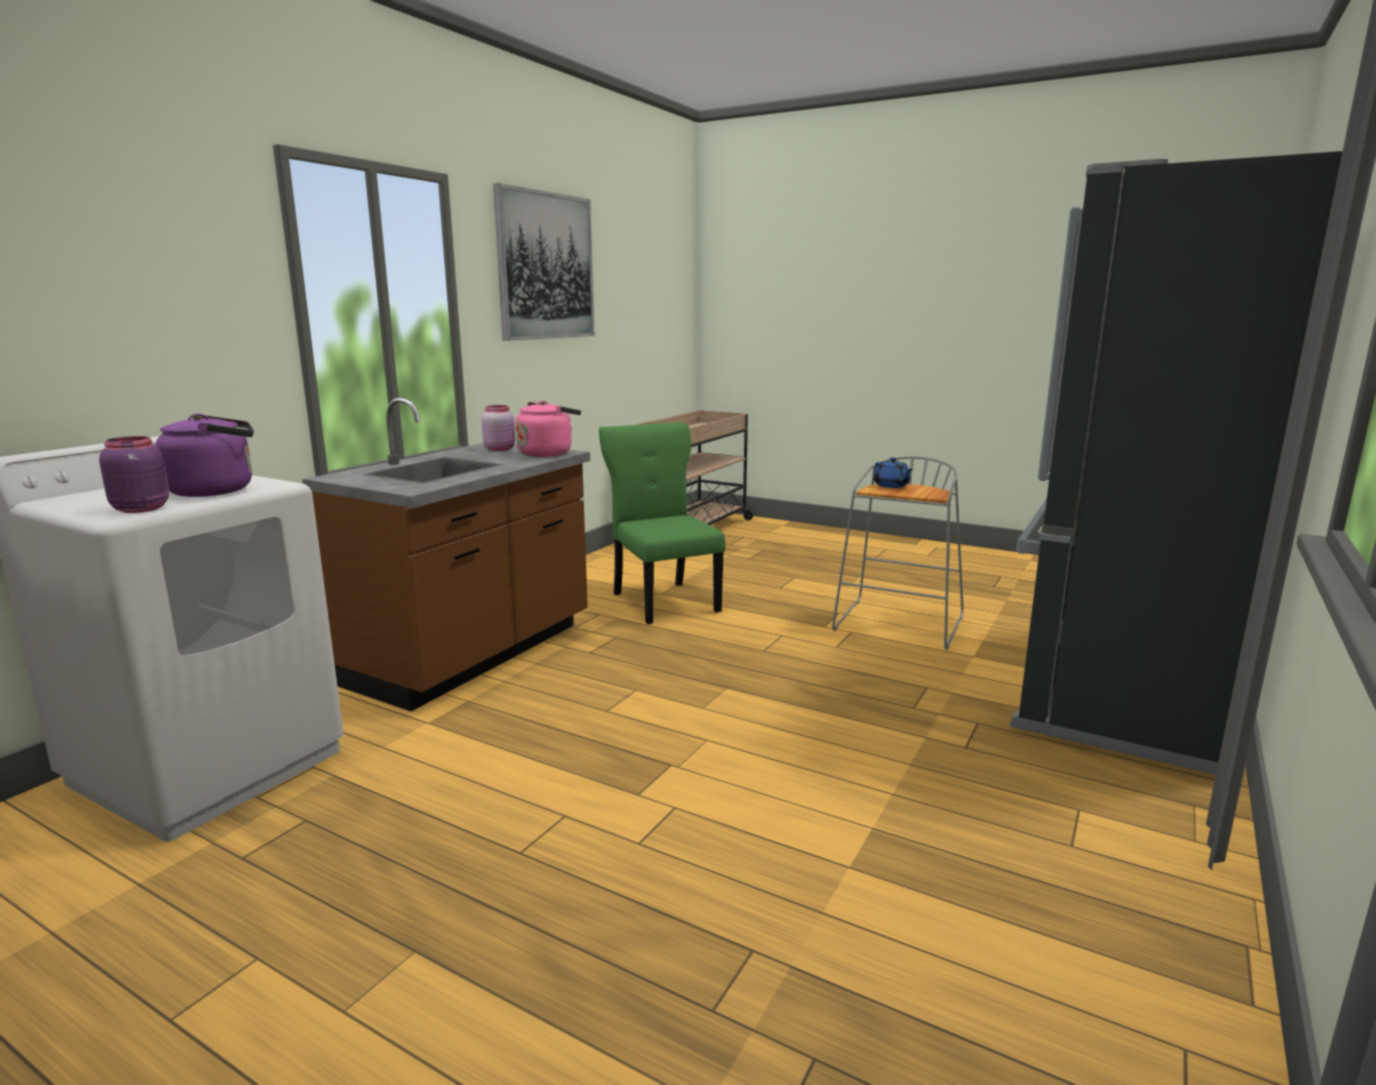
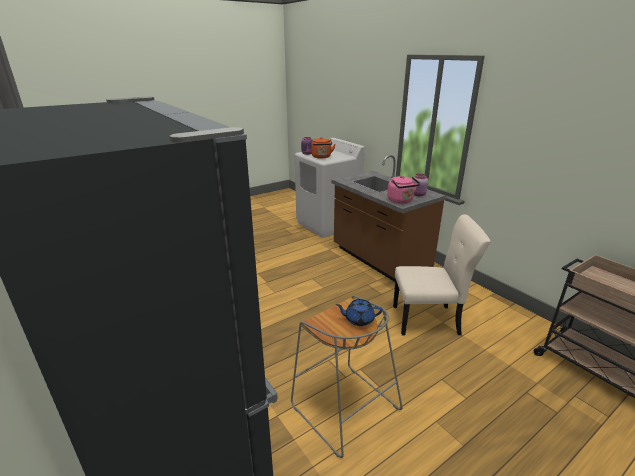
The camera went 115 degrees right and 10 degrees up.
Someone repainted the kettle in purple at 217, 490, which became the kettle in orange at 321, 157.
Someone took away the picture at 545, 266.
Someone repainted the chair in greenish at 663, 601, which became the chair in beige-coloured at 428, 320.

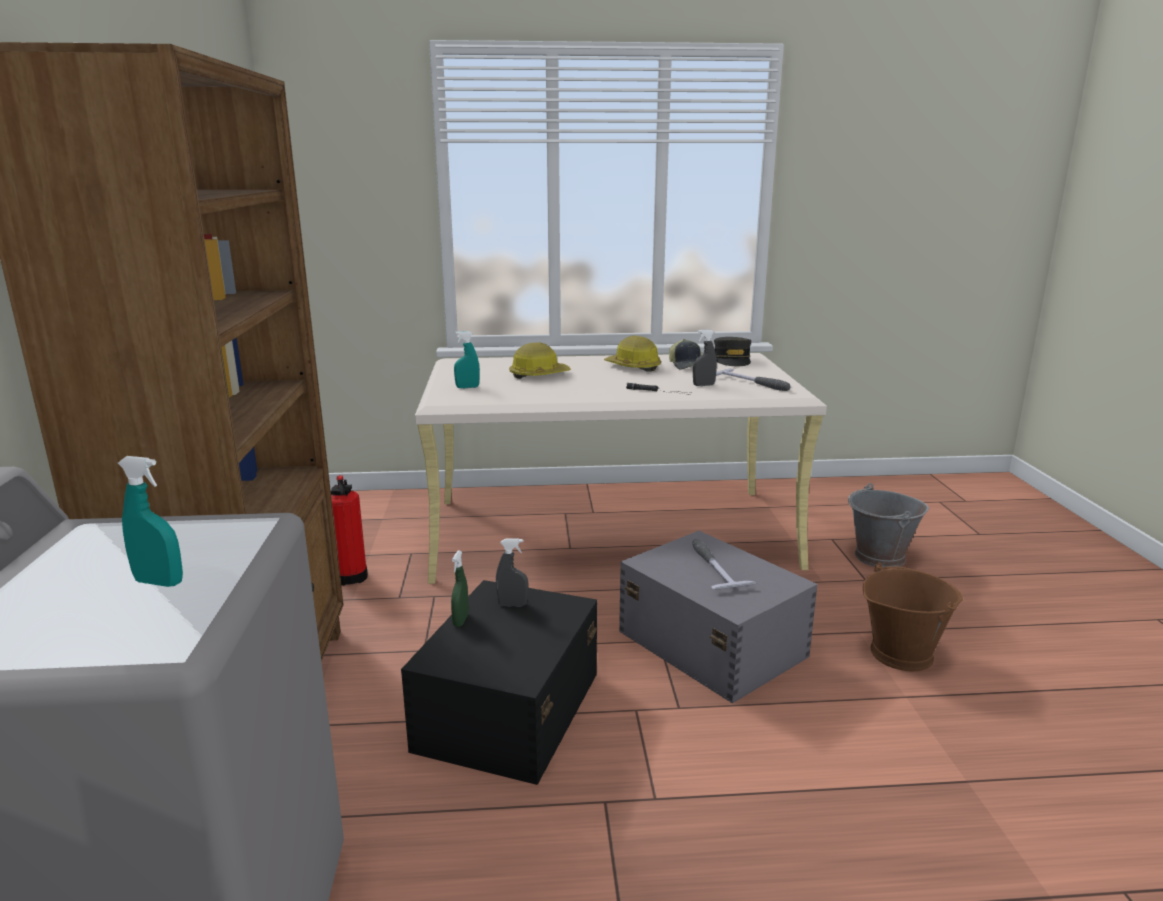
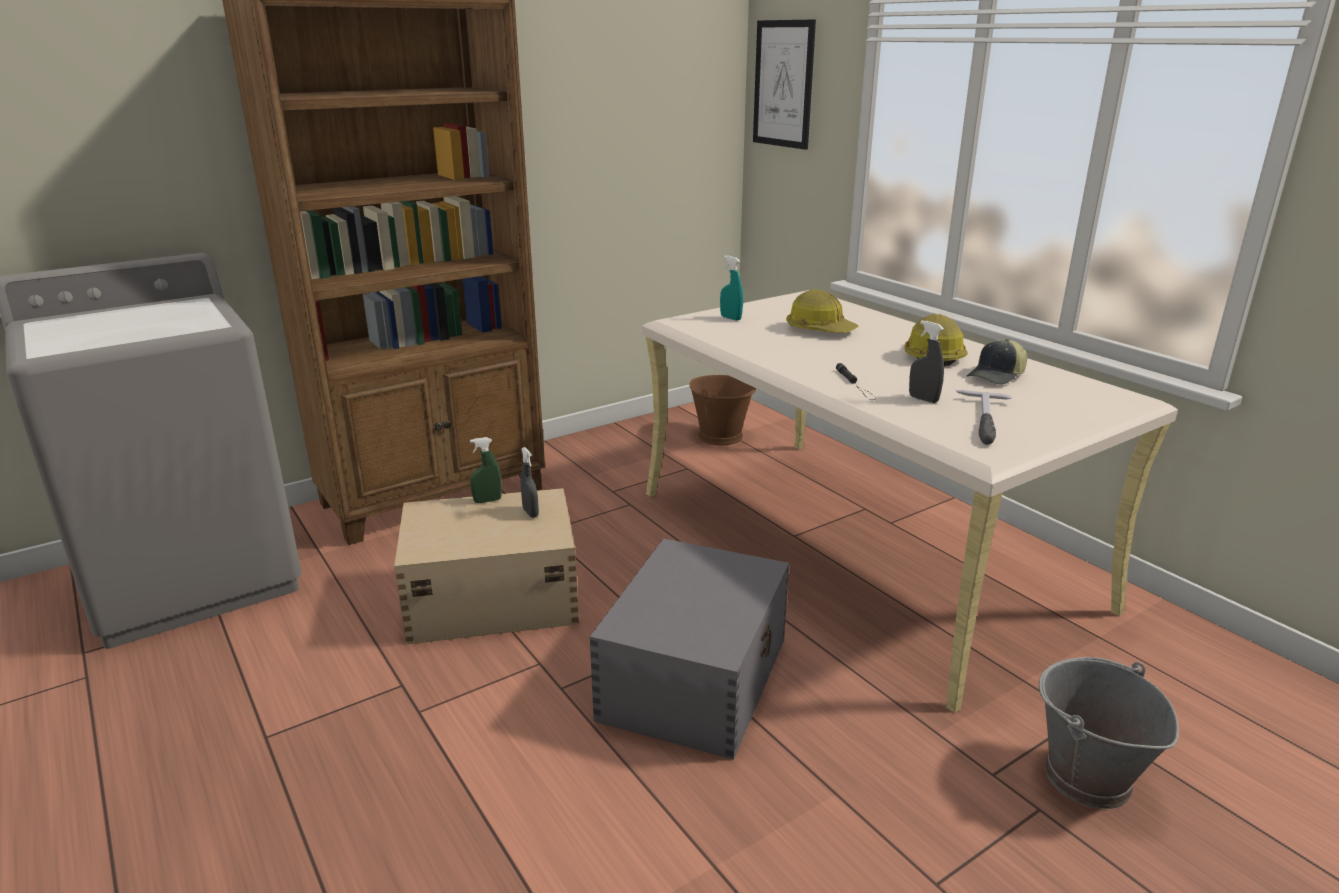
The camera went 60 degrees right and 5 degrees up.
Someone took away the sprayer in blue-green at 159, 582.
Someone took away the fire extinguisher at 351, 575.
Someone repainted the storage container in black at 507, 711, which became the storage container in beige-coloured at 490, 597.
Someone took away the hammer at 714, 567.
Someone took away the cap in greyish at 732, 360.
Someone carried the pail in brownish from 901, 653 to 721, 436.
Someone put up the picture at 783, 84.

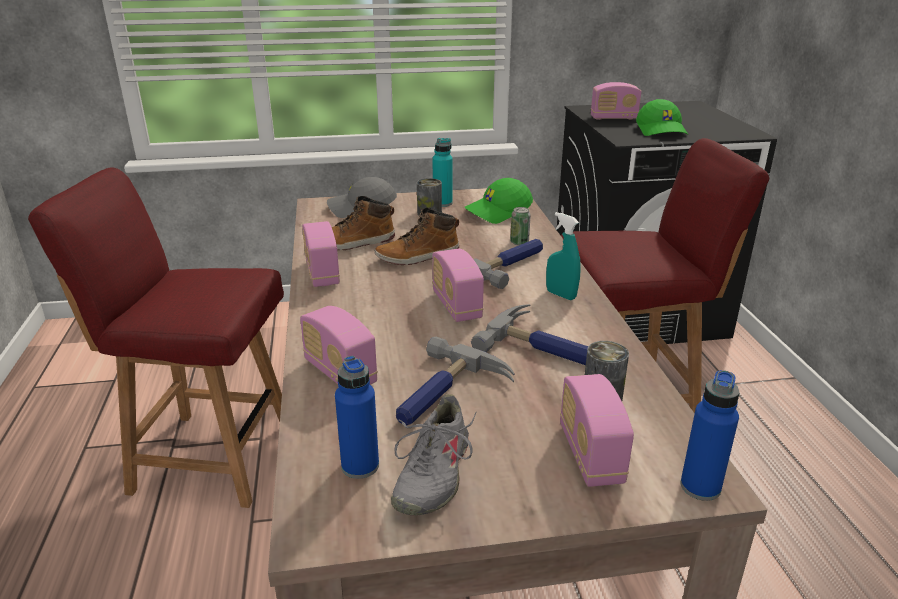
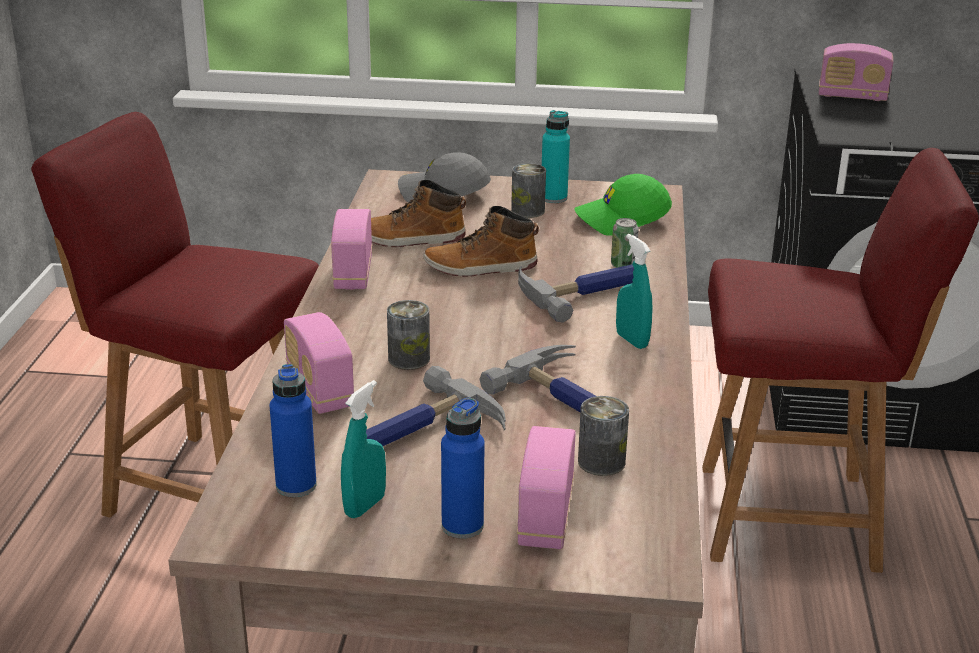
The camera went 15 degrees right and 0 degrees up.
Someone swapped the low shoe in greyish at 432, 474 for the sprayer in blue-green at 365, 506.
Someone took away the radio receiver at 456, 306.
Someone took away the cap in greenish at 662, 130.
Someone carried the drink bottle in blue-coloured from 700, 487 to 462, 526.
Someone put down the can at 409, 359.

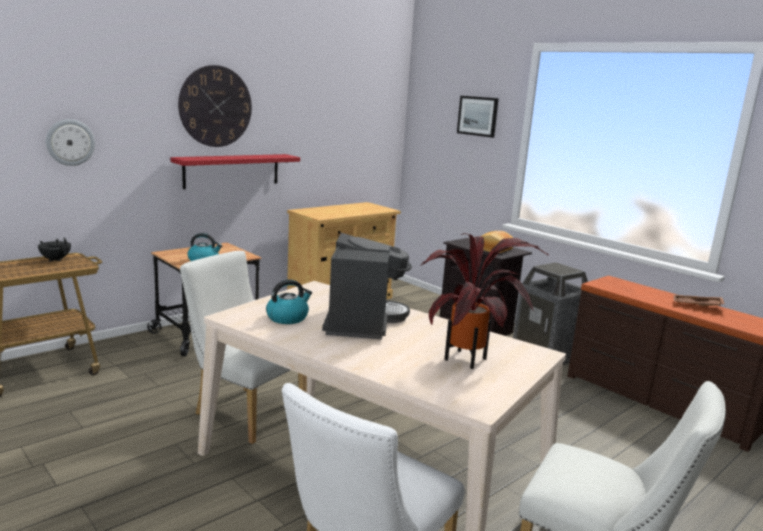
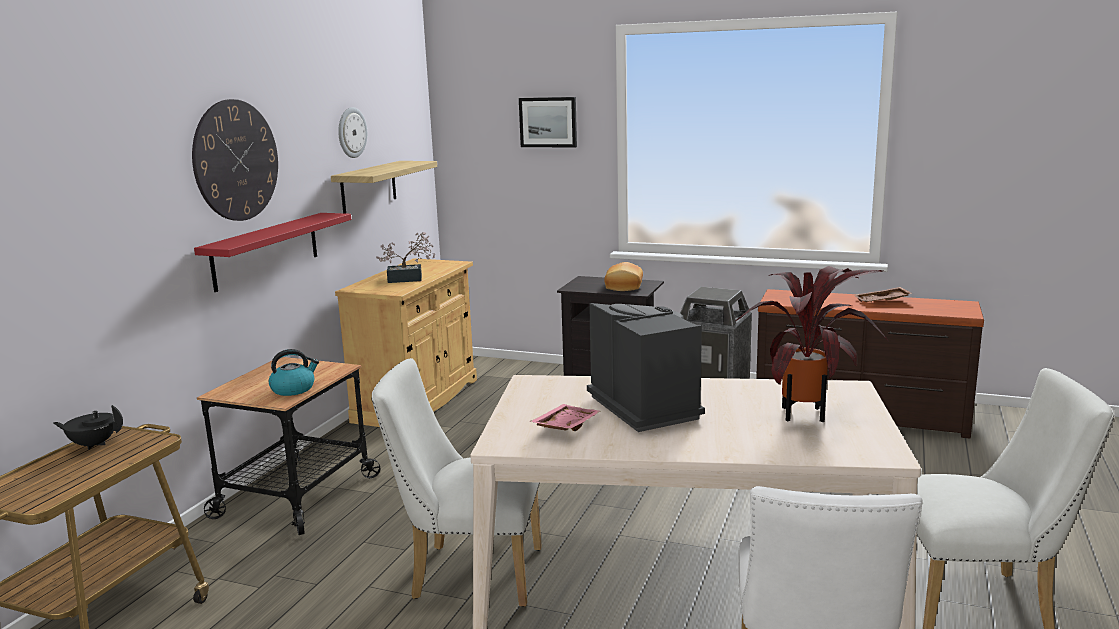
The camera went 25 degrees left and 0 degrees up.
Someone carried the clock on the wall from 70, 142 to 351, 132.
Someone swapped the kettle at 288, 318 for the serving tray in pink-coloured at 565, 426.
Someone put up the bracket shelf at 368, 186.
Someone put down the houseplant at 409, 279.

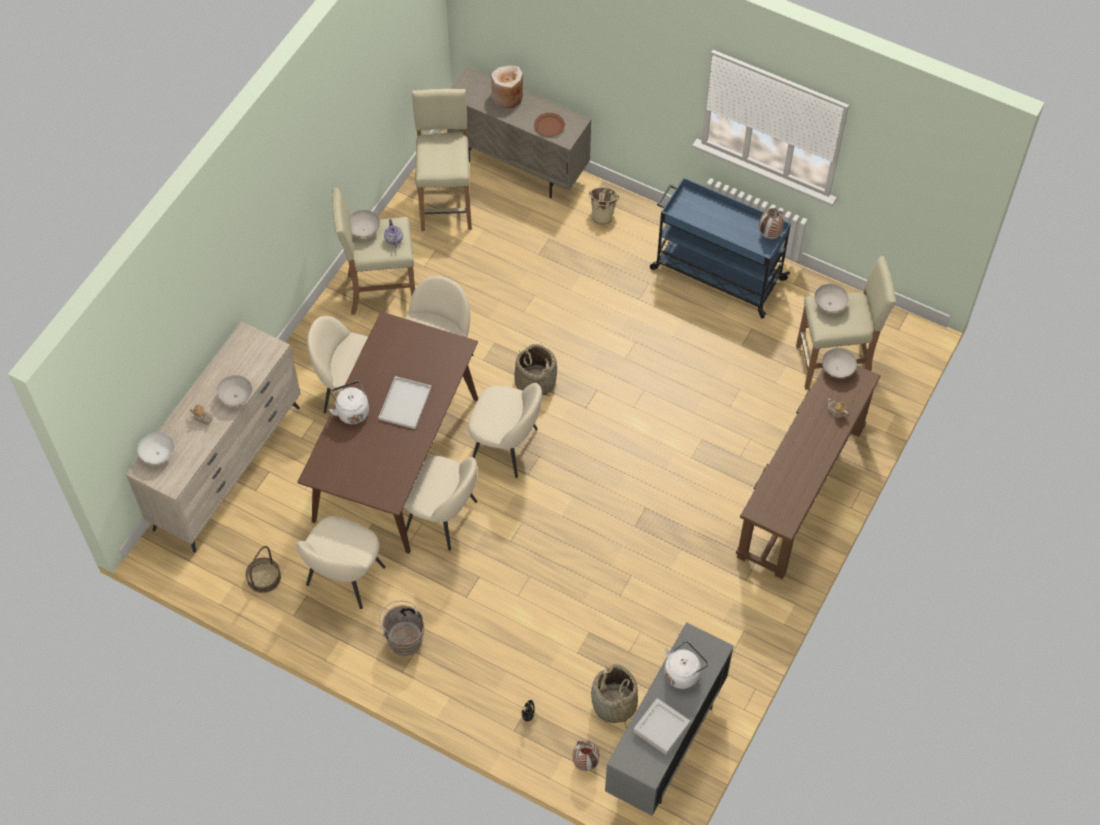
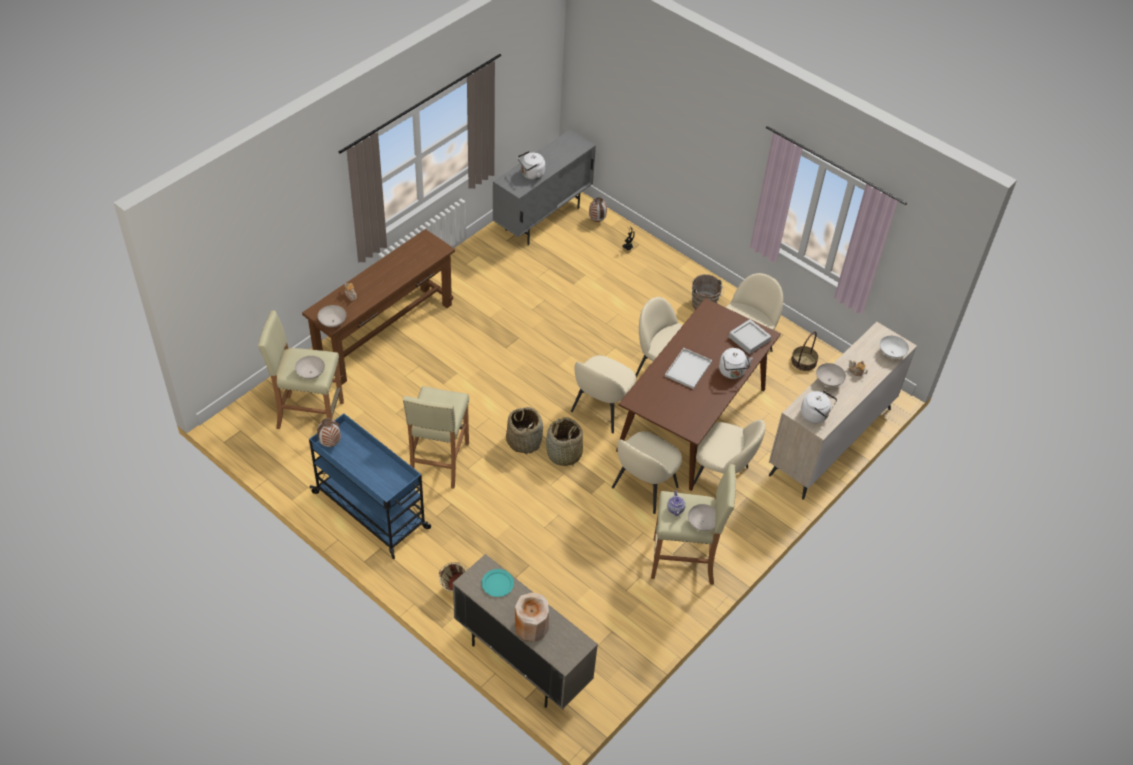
The camera went 170 degrees left and 10 degrees down.
Someone carried the sitting stool in beige-coloured from 446, 203 to 439, 462.
Someone rotated the chair in beige-coloured at 506, 446 by 90 degrees counterclockwise.
Someone repainted the plate in brownish at 549, 126, which became the plate in blue-green at 497, 584.
Someone carried the household basket from 614, 704 to 524, 441.
Someone carried the serving tray in greyish from 661, 728 to 749, 339.
Someone put down the kettle in white-coloured at 815, 415.

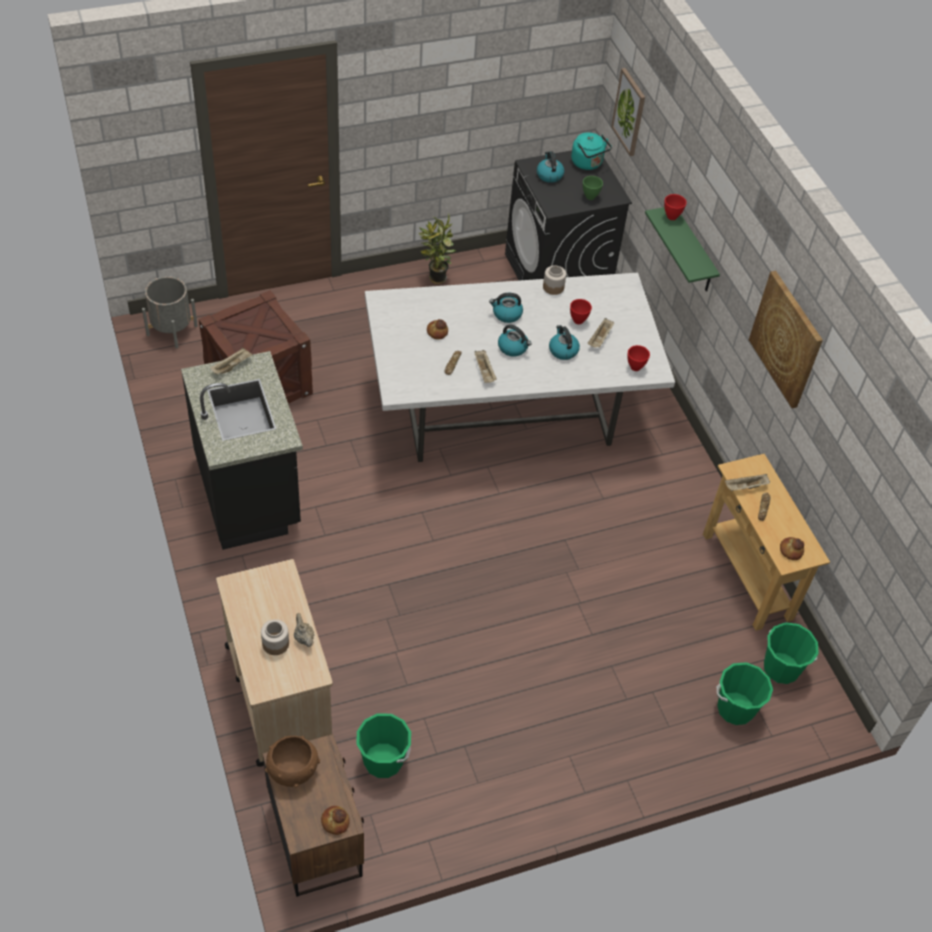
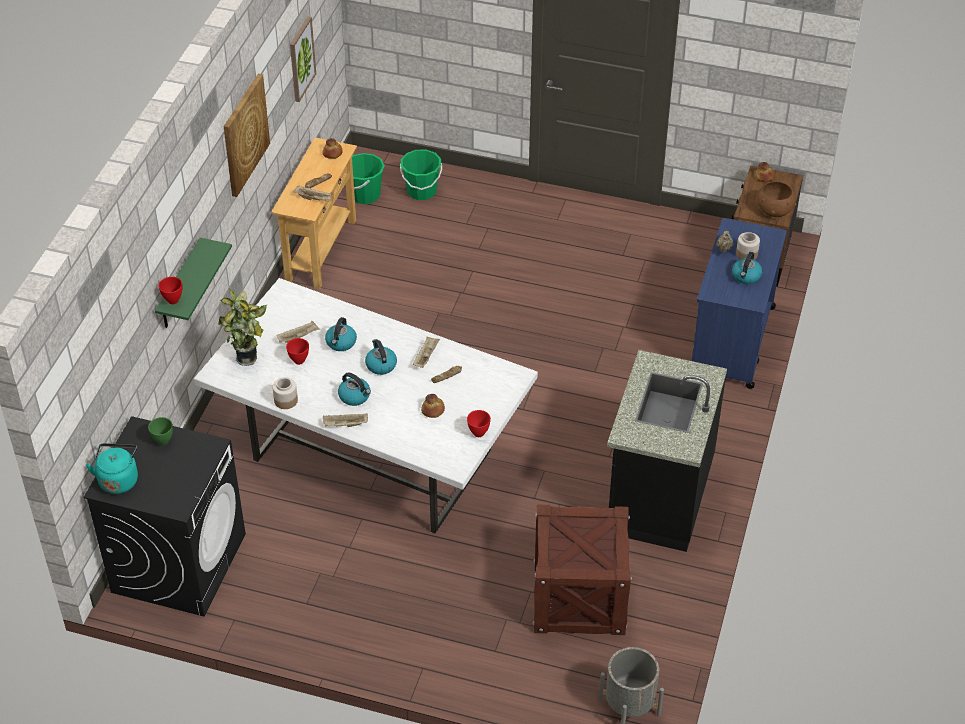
The camera went 140 degrees left and 5 degrees down.
Someone carried the serving tray in beige-coloured from 232, 366 to 345, 425.
Someone repainted the cart in beige-coloured at 278, 694, which became the cart in blue-coloured at 732, 342.
Someone took away the pail in greenish at 383, 761.
Someone carried the houseplant from 435, 279 to 249, 359.
Someone carried the kettle from 549, 175 to 746, 276.
Someone carried the picture from 629, 112 to 301, 59.
Someone carried the serving bowl in red-coloured from 635, 367 to 479, 433.

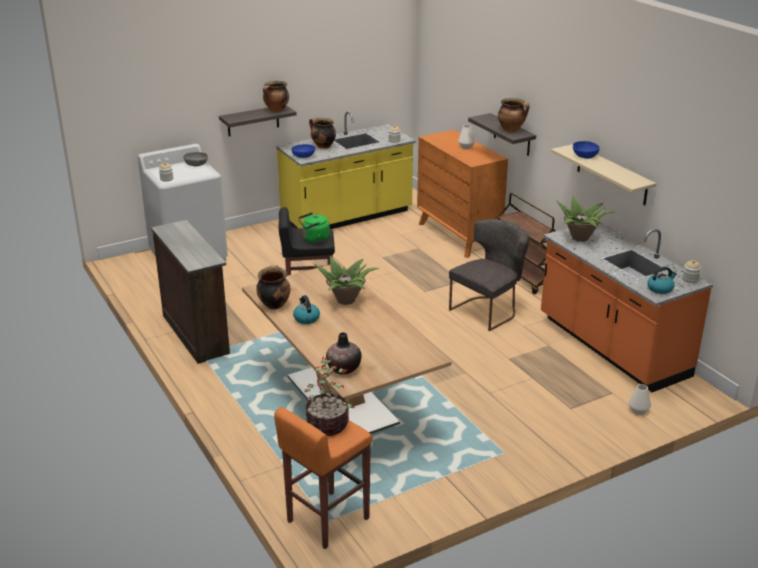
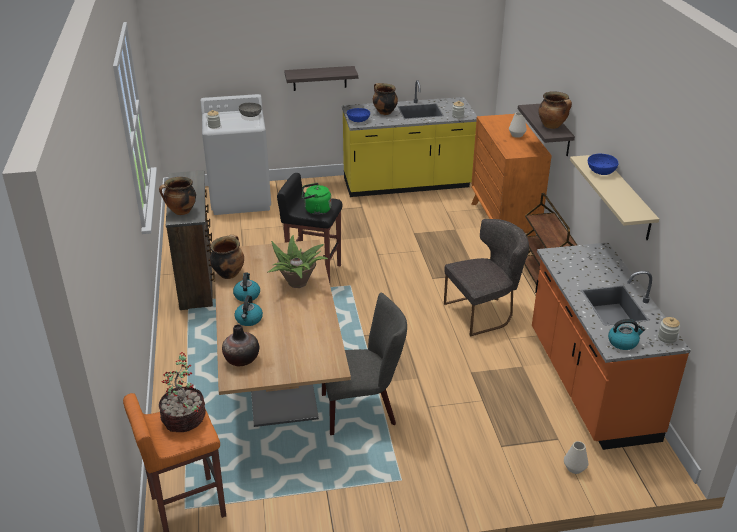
The camera went 20 degrees right and 5 degrees up.
Someone carried the stockpot from 276, 110 to 181, 212.
Someone took away the houseplant at 580, 238.
Someone put down the kettle at 249, 320.
Someone put down the chair in greyish at 363, 409.

